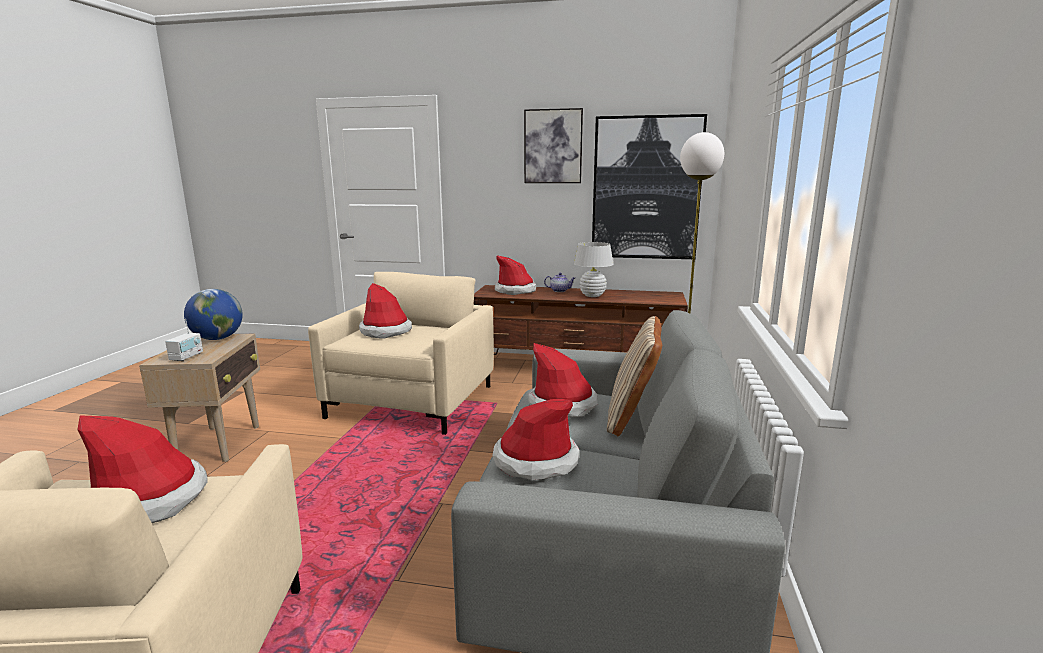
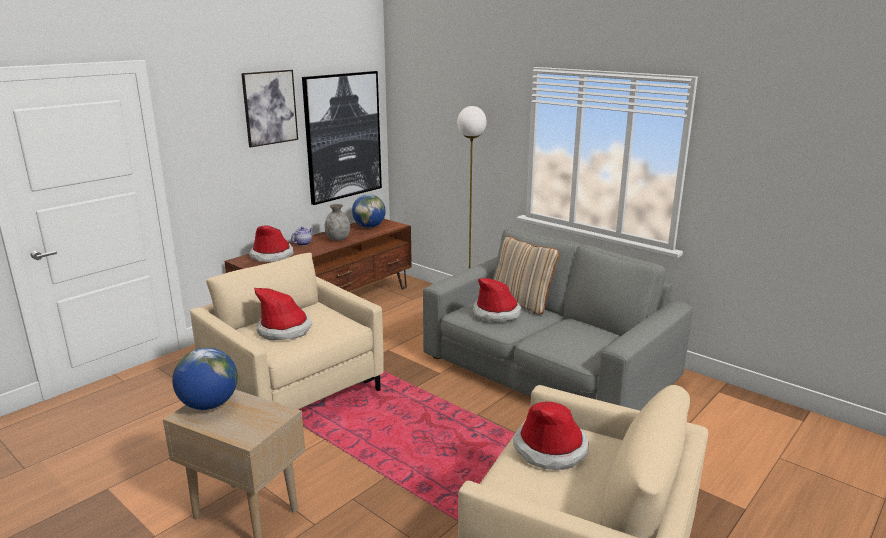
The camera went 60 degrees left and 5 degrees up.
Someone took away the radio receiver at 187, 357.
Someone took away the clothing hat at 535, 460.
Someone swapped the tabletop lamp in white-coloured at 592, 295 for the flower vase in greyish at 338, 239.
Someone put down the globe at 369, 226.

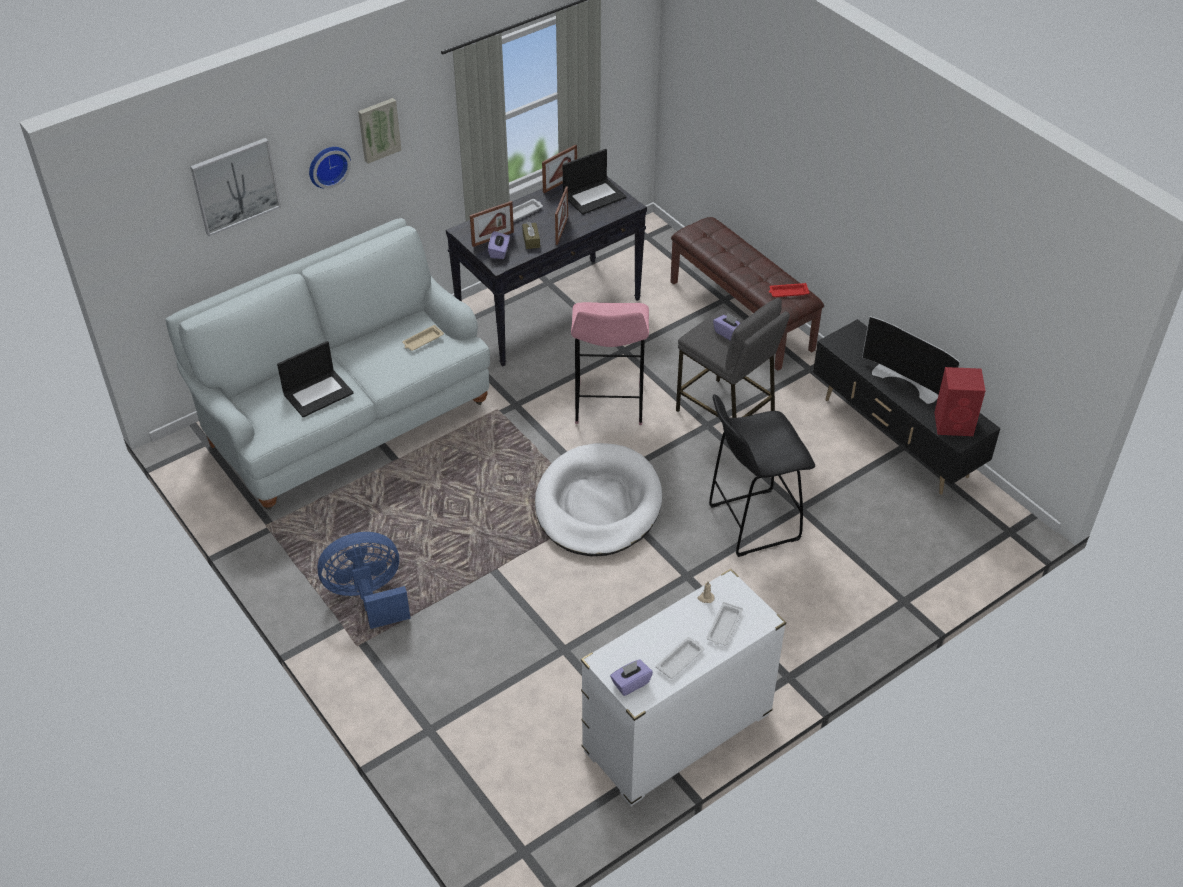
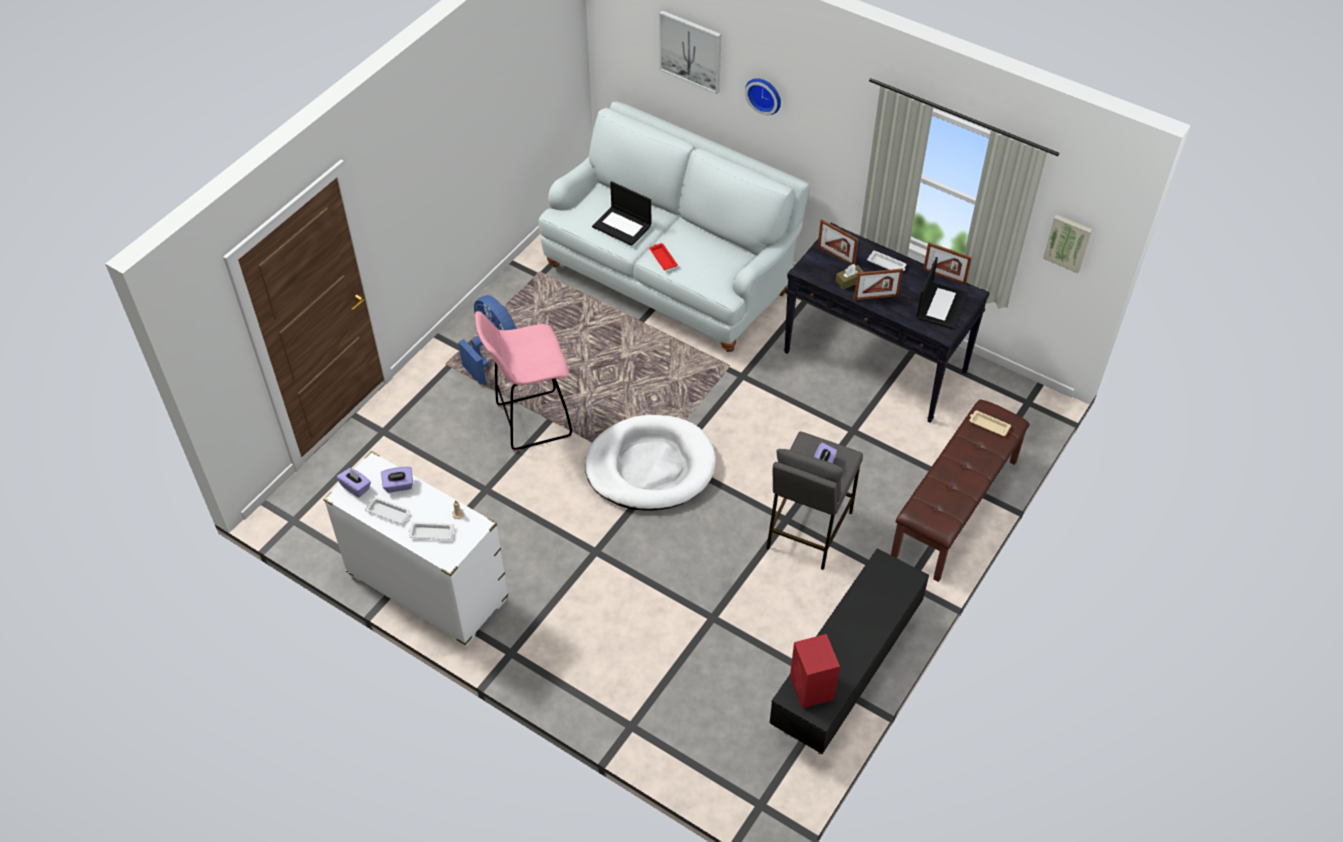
The camera went 70 degrees right and 5 degrees up.
Someone carried the picture from 378, 129 to 1068, 242.
Someone carried the serving tray in beige-coloured from 422, 341 to 988, 425.
Someone carried the box of tissues in purple from 499, 252 to 399, 485.
Someone rotated the portable computer at 594, 196 by 105 degrees counterclockwise.
Someone carried the sitting stool in pink-coloured from 608, 405 to 531, 421.
Someone took away the sitting stool in black at 751, 523.
Someone carried the serving tray in red-coloured from 788, 292 to 662, 258.
Someone took away the television at 908, 380.

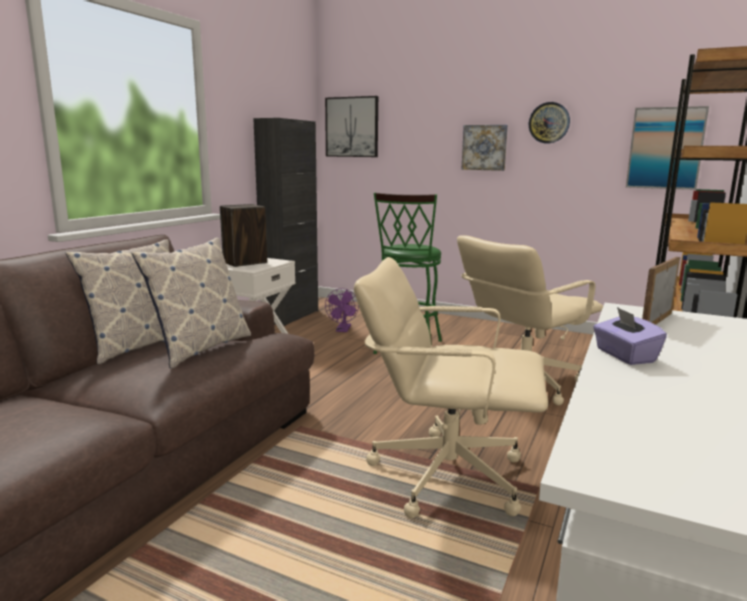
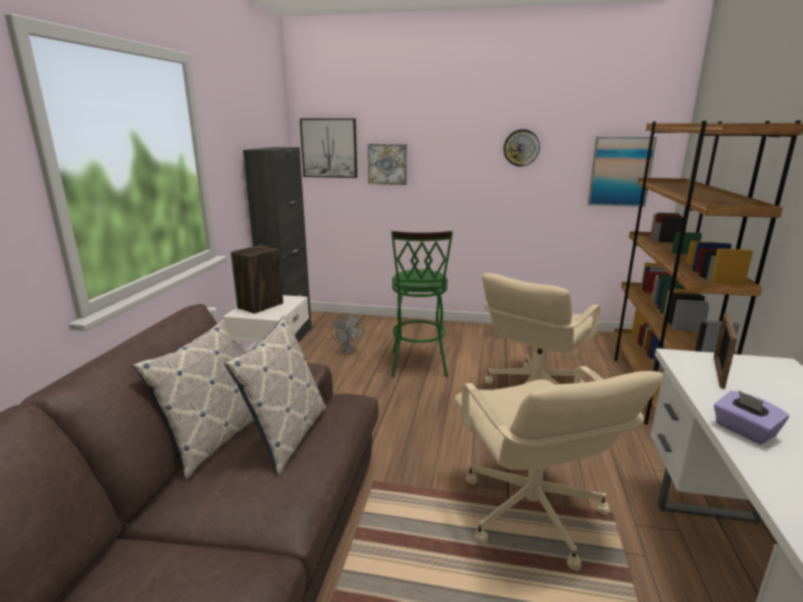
The camera went 15 degrees left and 5 degrees up.
Someone repainted the cooling fan in purple at 343, 330, which became the cooling fan in greyish at 348, 351.
Someone rotated the computer chair in beige-coloured at 446, 474 by 105 degrees counterclockwise.
Someone carried the picture from 484, 147 to 387, 164.

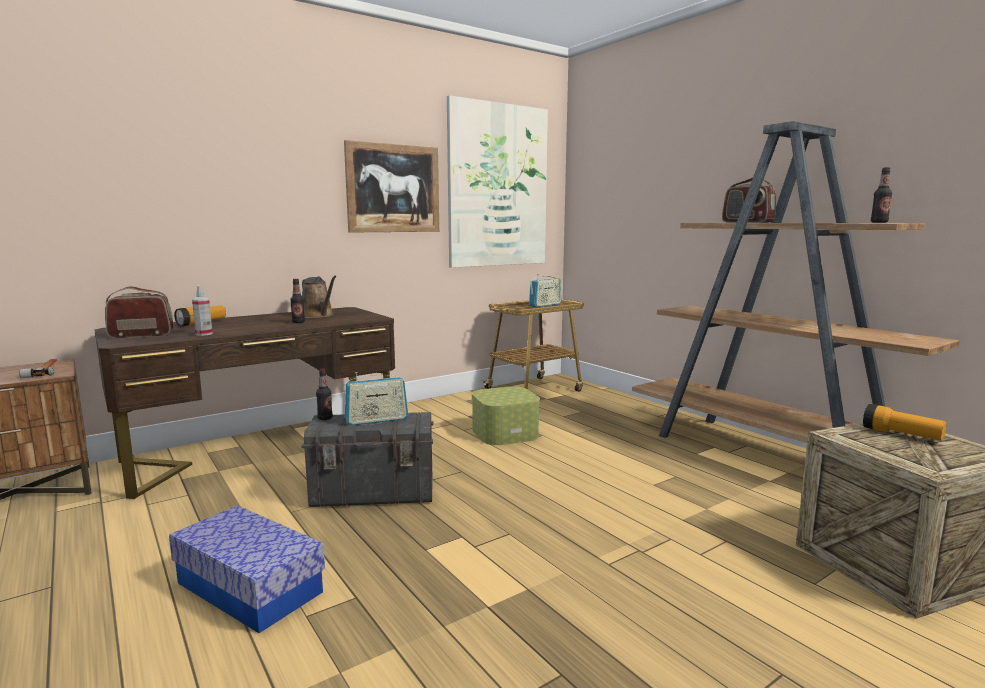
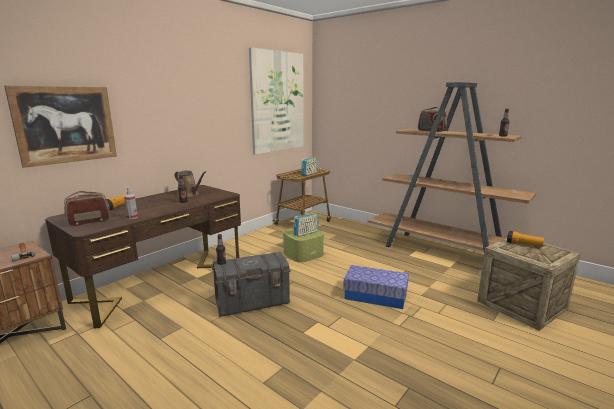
The camera went 15 degrees left and 5 degrees up.
Someone carried the storage container from 249, 587 to 375, 296.
Someone carried the picture from 393, 188 to 66, 124.
Someone carried the radio receiver from 377, 420 to 306, 233.

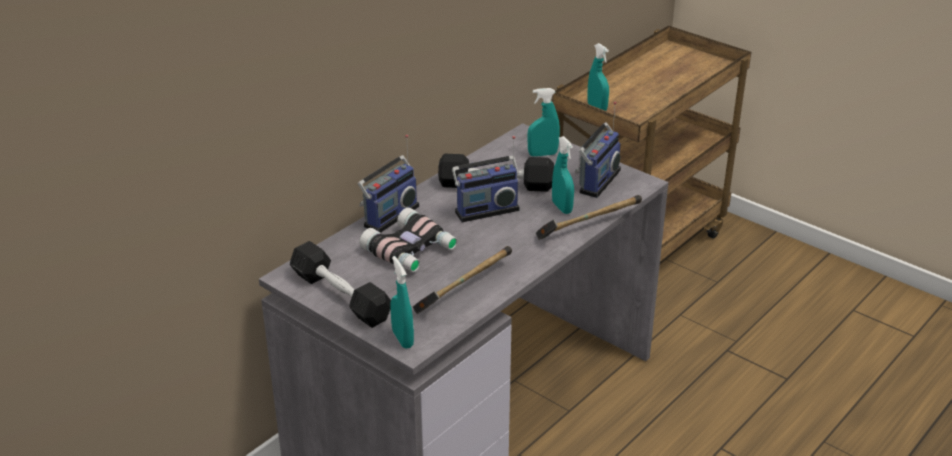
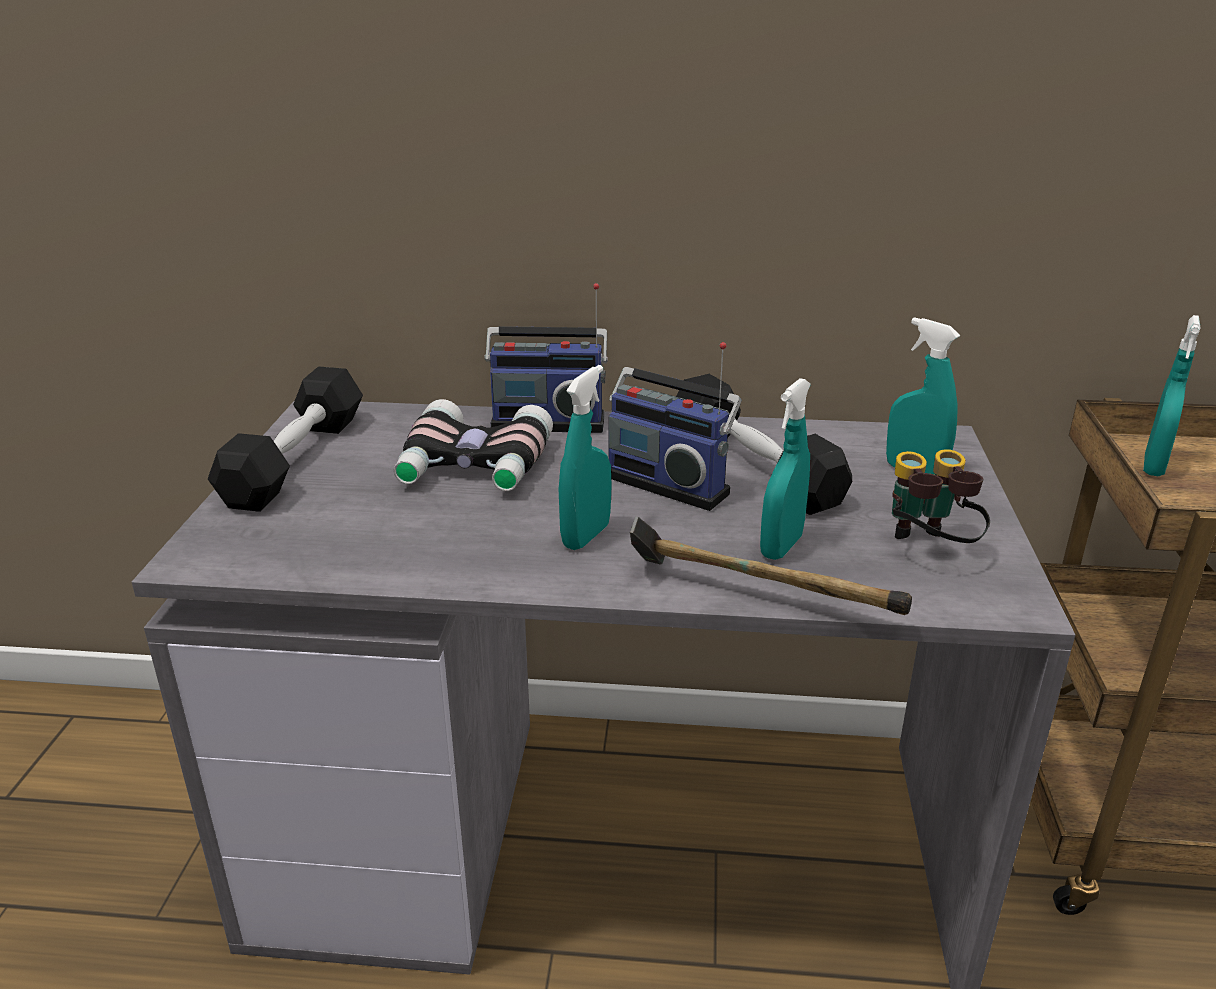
The camera went 55 degrees right and 5 degrees down.
Someone carried the sprayer in blue-green from 402, 339 to 586, 536.
Someone took away the hammer at 463, 291.
Someone swapped the radio receiver at 596, 181 for the field glasses at 926, 550.

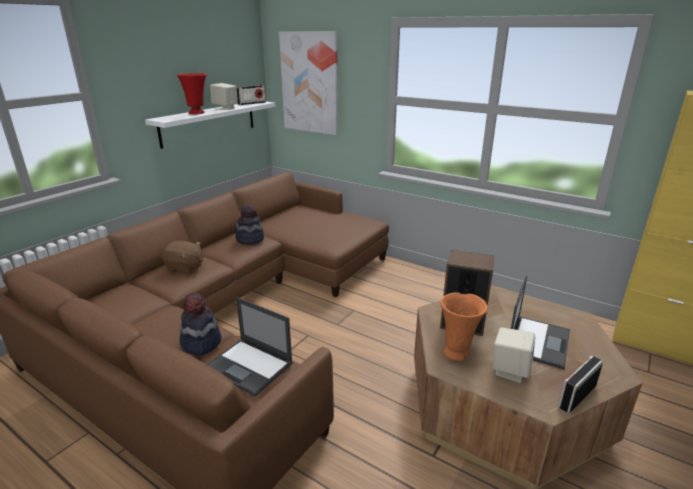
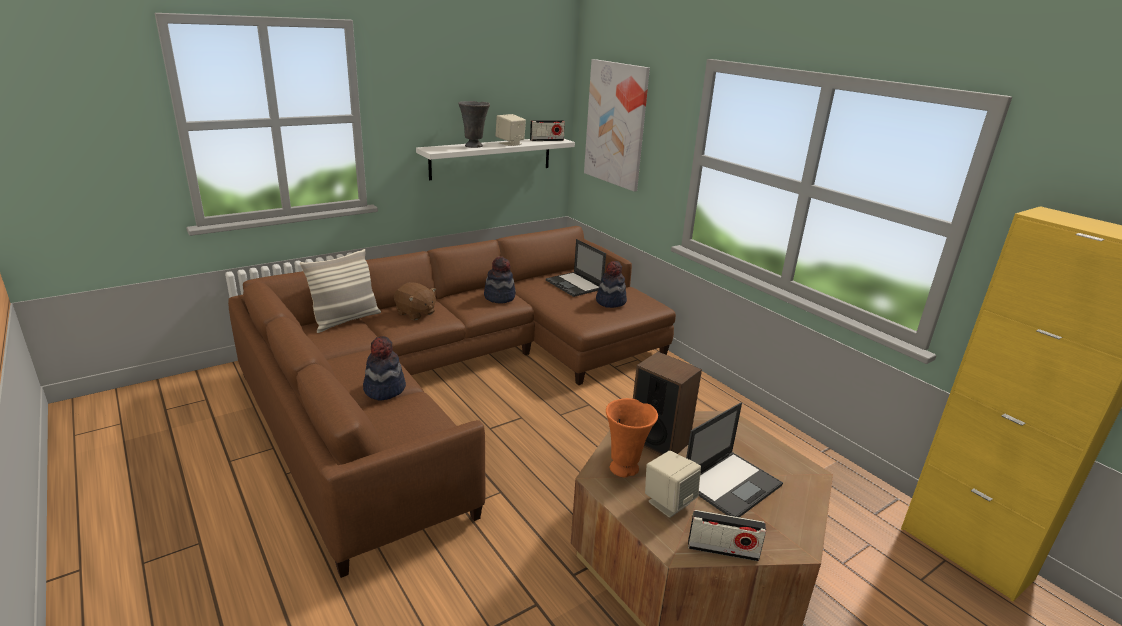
The camera went 20 degrees right and 0 degrees up.
Someone repainted the flower vase in red-coloured at 197, 113, which became the flower vase in greyish at 474, 146.
Someone carried the portable computer from 249, 366 to 575, 285.
Someone rotated the radio receiver at 576, 396 by 150 degrees counterclockwise.
Someone put down the cushion at 345, 320.
Someone put down the clothing hat at 610, 301.

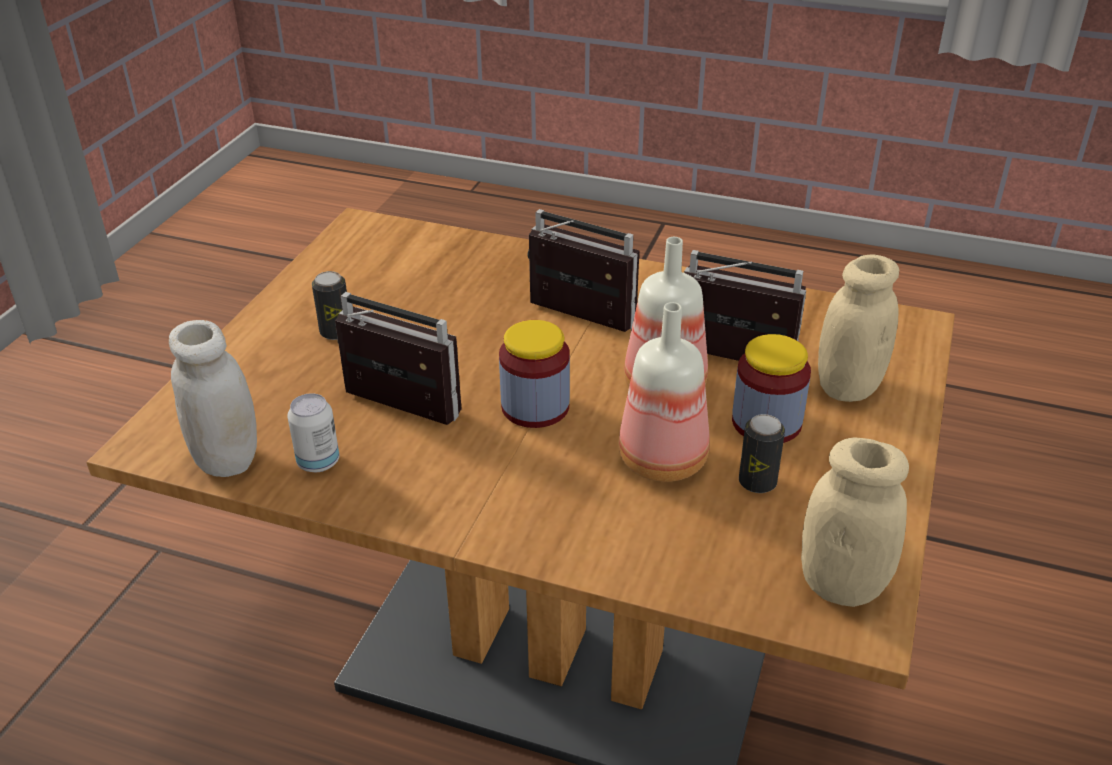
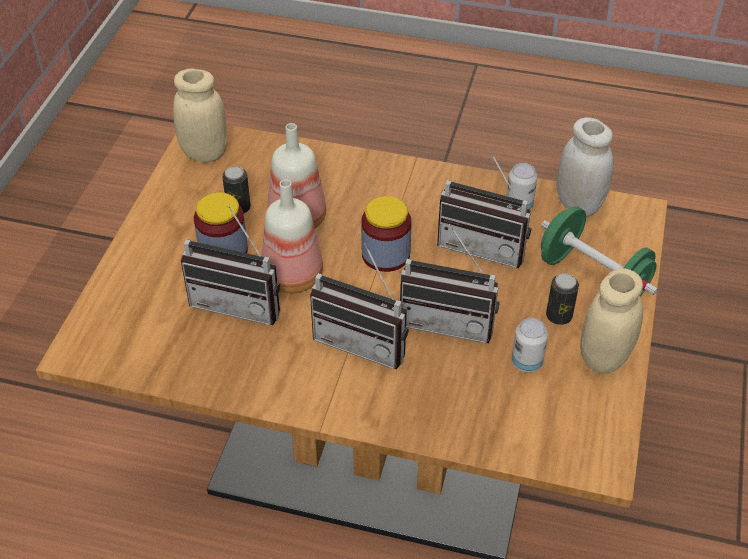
The camera went 175 degrees right and 10 degrees up.
Someone carried the preserve jar in beige-coloured from 848, 387 to 604, 358.
Someone put down the radio receiver at 449, 320.
Someone put down the can at 526, 362.
Someone put down the hand weight in greenish at 593, 278.

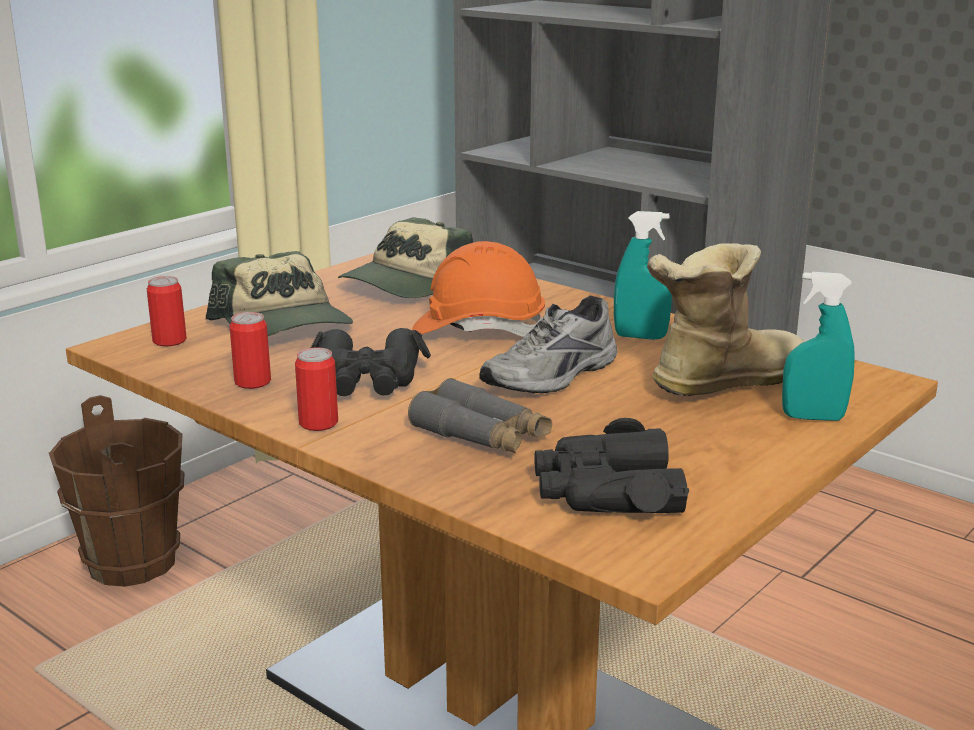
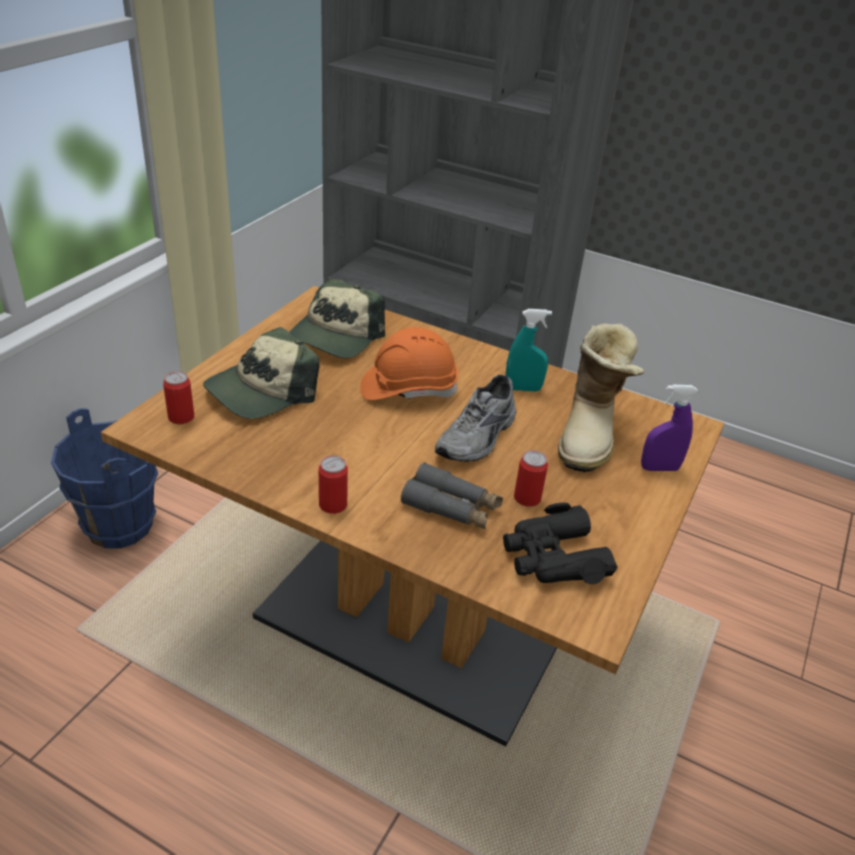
The camera went 15 degrees left and 15 degrees up.
Someone repainted the pail in brownish at 133, 562, which became the pail in blue-coloured at 120, 525.
Someone rotated the cap at 284, 324 by 90 degrees clockwise.
Someone carried the can from 252, 382 to 527, 498.
Someone took away the field glasses in black at 368, 379.
Someone rotated the tall boot at 721, 381 by 150 degrees clockwise.
Someone repainted the sprayer in blue-green at 813, 417, which became the sprayer in purple at 659, 468.

